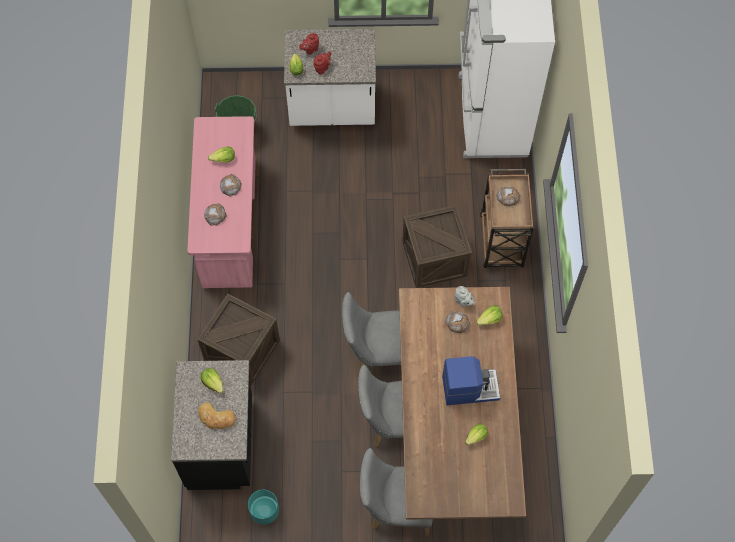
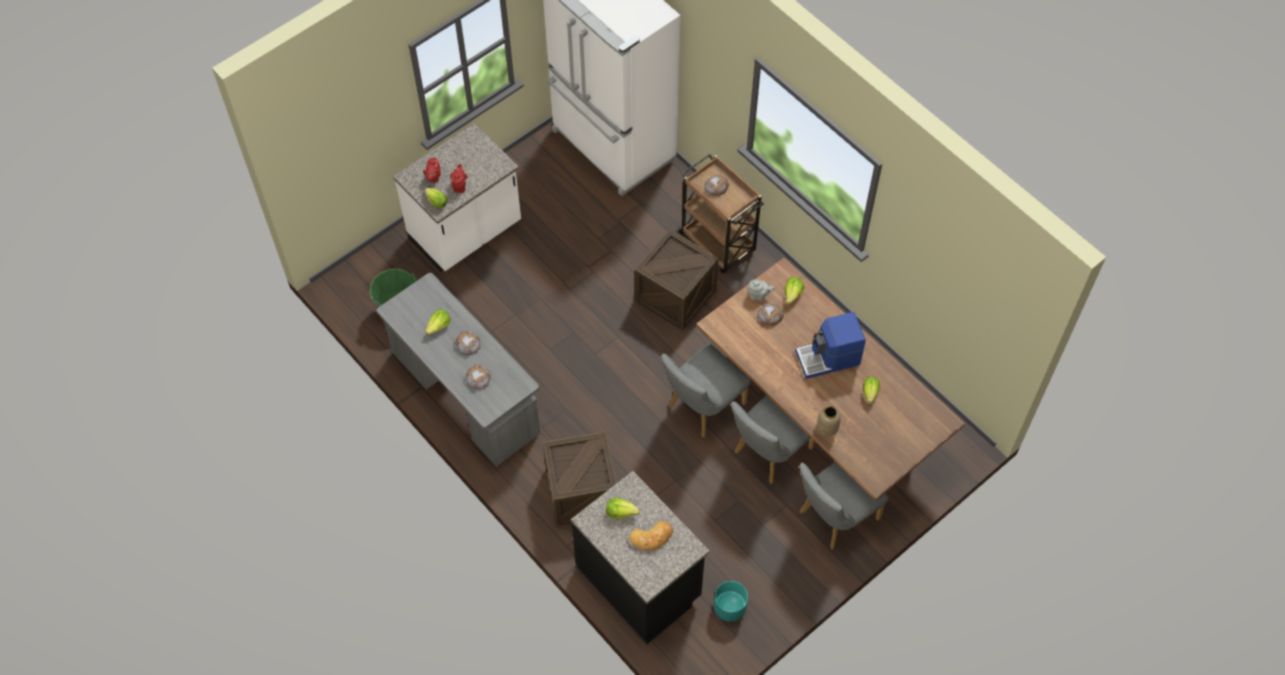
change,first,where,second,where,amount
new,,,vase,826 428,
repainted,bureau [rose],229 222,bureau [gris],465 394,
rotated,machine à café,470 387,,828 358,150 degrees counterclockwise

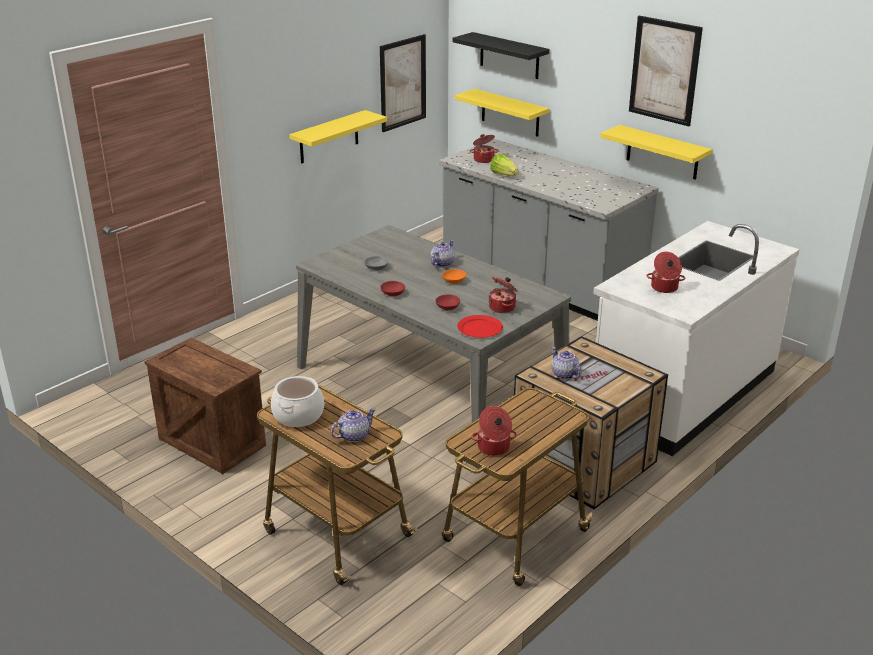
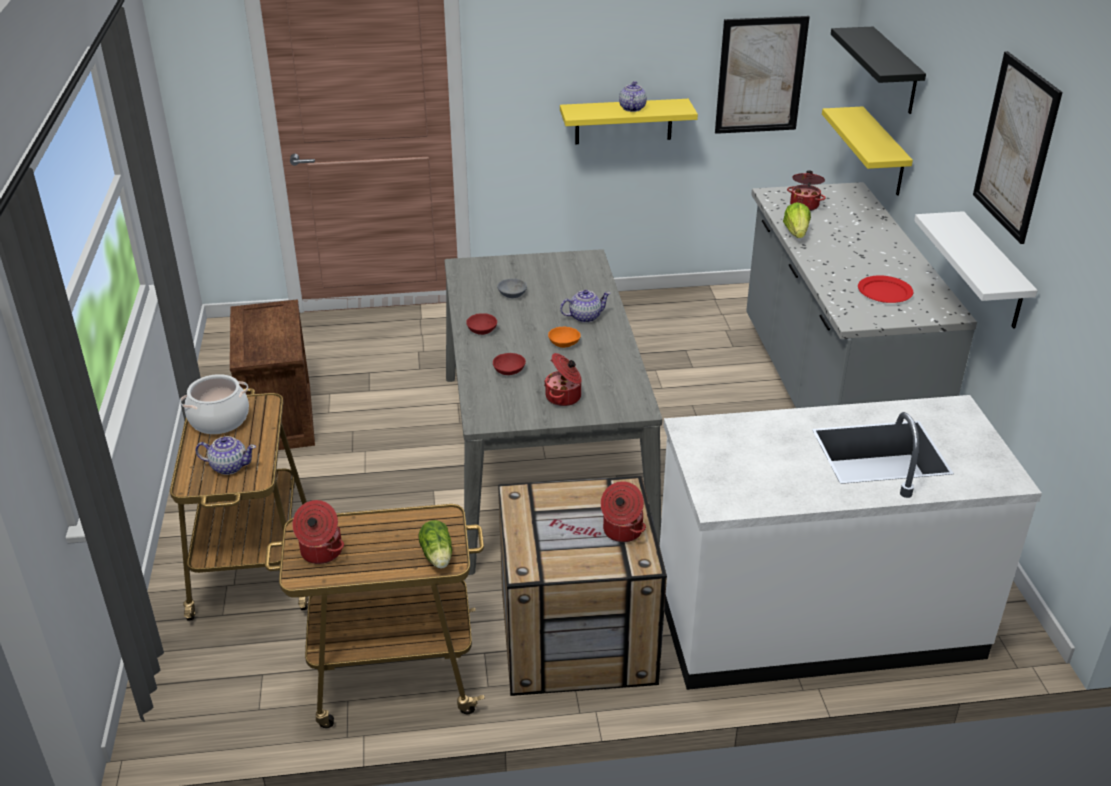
change,first,where,second,where,amount
new,,,laitue,437 557,
shifted,assiette [rouge],480 328,,885 292,
shifted,théière,564 374,,632 108,
shifted,marmite,664 288,,621 531,
repainted,étagère [jaune],662 153,étagère [blanc],993 272,

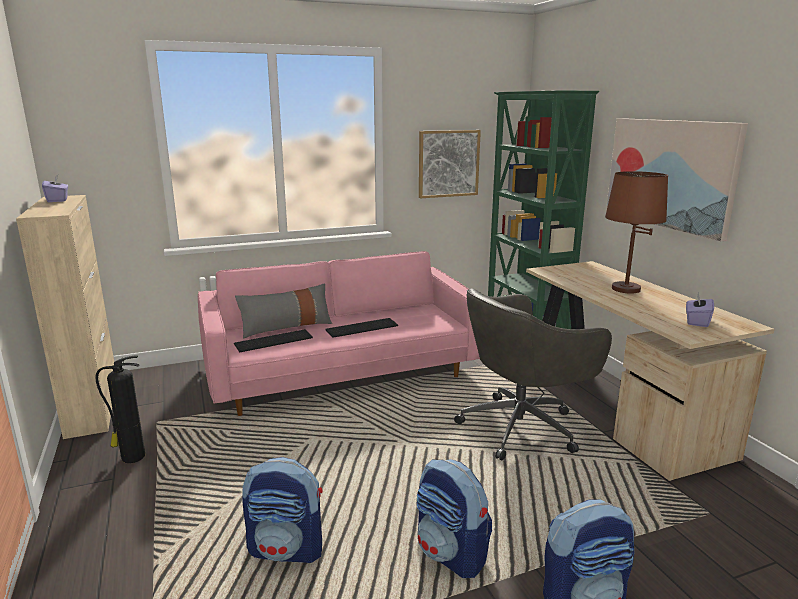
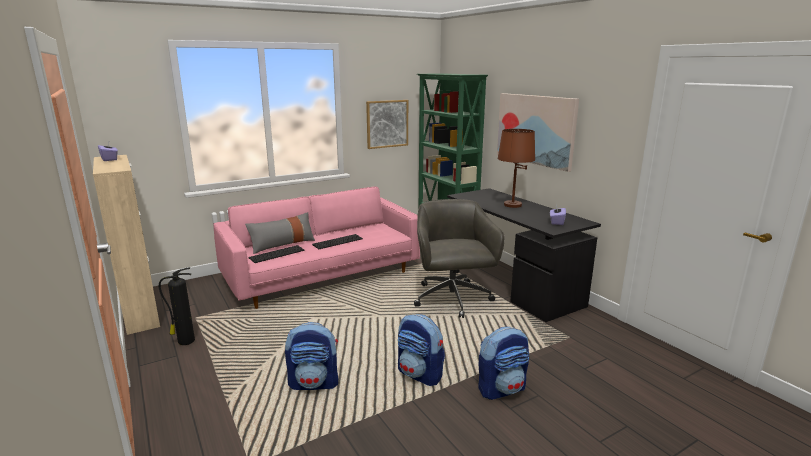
change,first,where,second,where,amount
repainted,bureau [beige],616 408,bureau [noir],511 283,
rotated,chaise de bureau [gris],522 427,,452 299,120 degrees clockwise

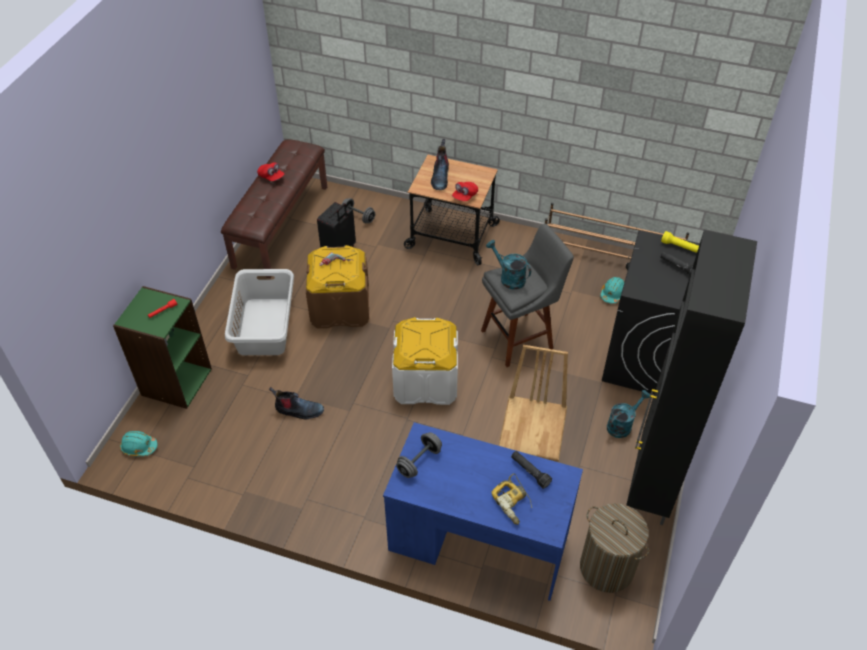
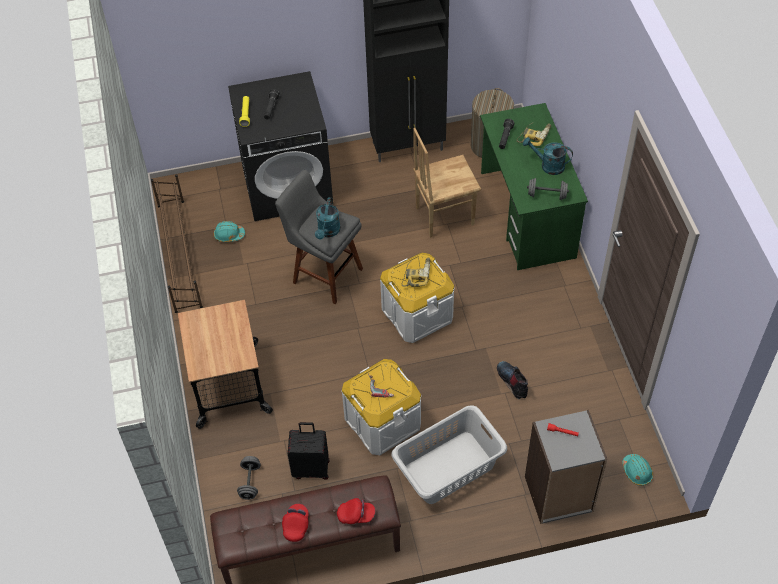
change,first,where,second,where,amount
gone,botte,440 177,,,
new,,,perceuse,416 274,
shifted,casquette [rouge],464 196,,356 515,
shifted,arrosoir [turquoise],622 424,,548 165,
repainted,bibliothèque [vert],176 381,bibliothèque [gris],558 494,
repainted,boîte de rangement [marron],340 307,boîte de rangement [blanc],382 422,
repainted,bureau [bleu],478 541,bureau [vert],527 215,

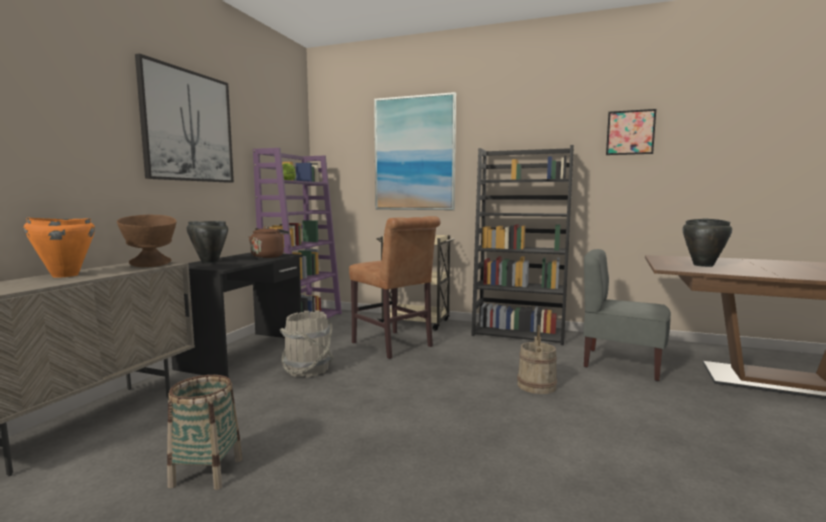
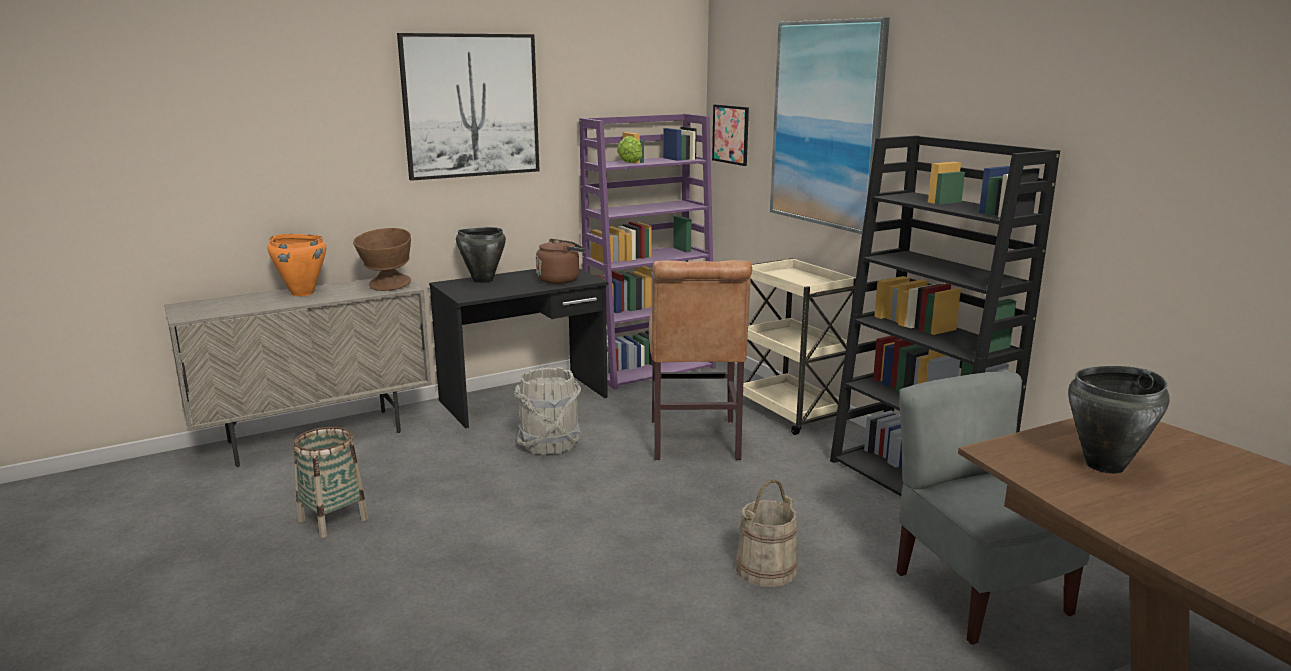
change,first,where,second,where,amount
shifted,tableau,630 132,,730 134,

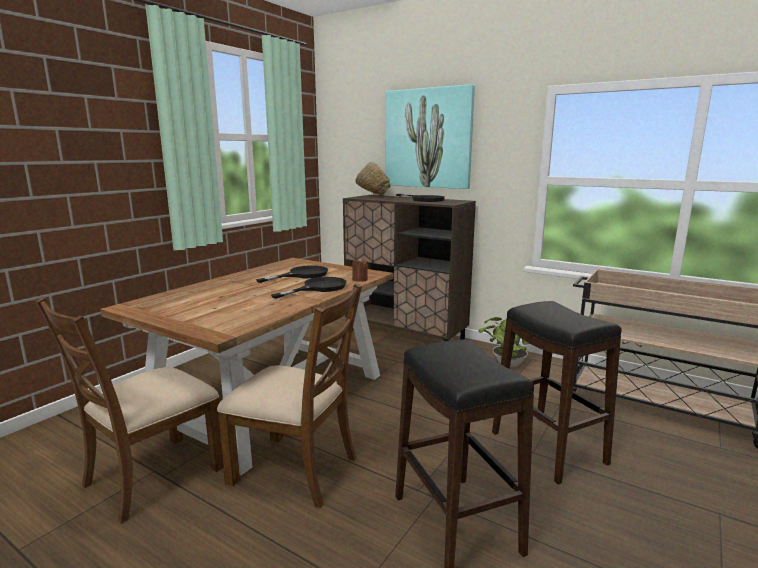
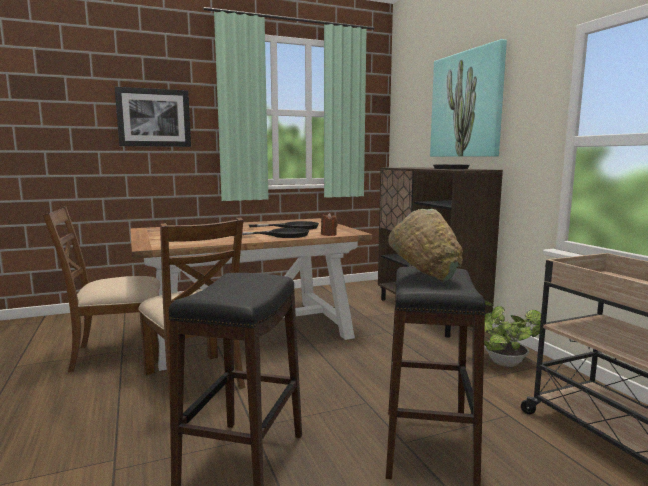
change,first,where,second,where,amount
new,,,tableau,154 118,
shifted,bol [vert],371 196,,424 278,

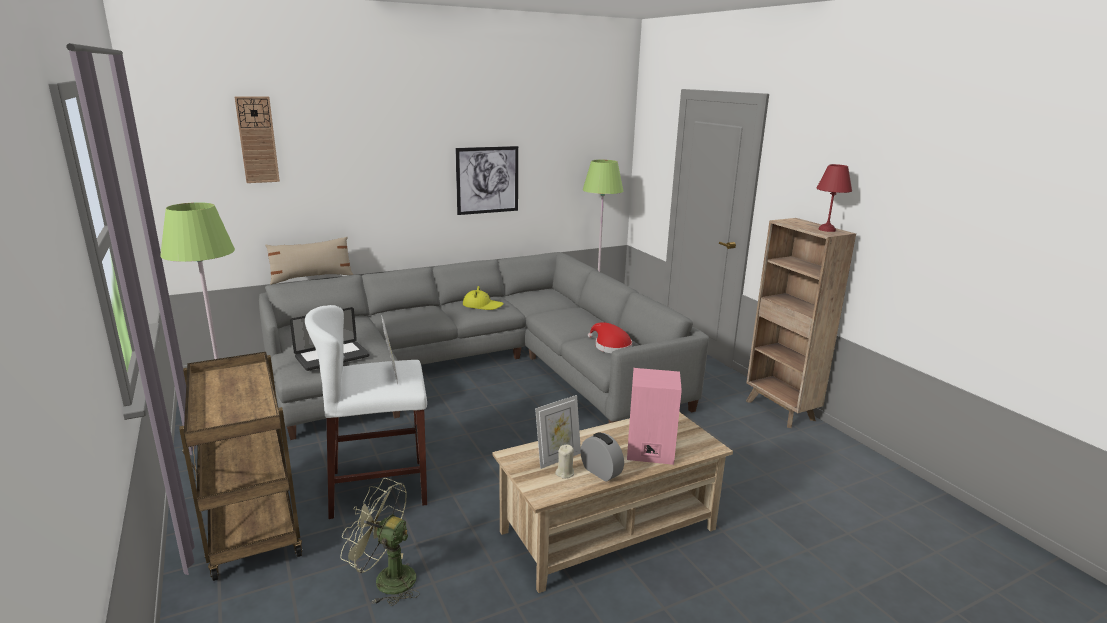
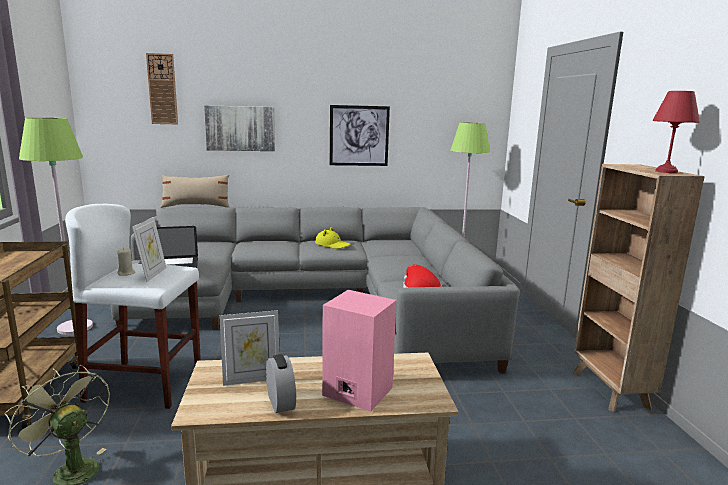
change,first,where,second,where,amount
new,,,tableau,240 128,
shifted,bougie [beige],565 473,,126 273,

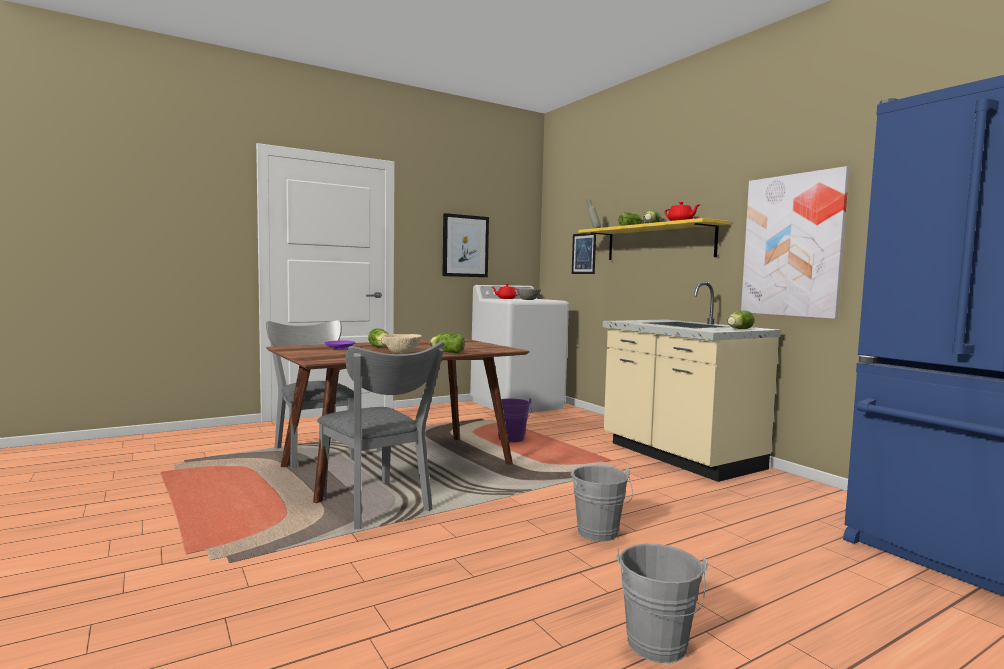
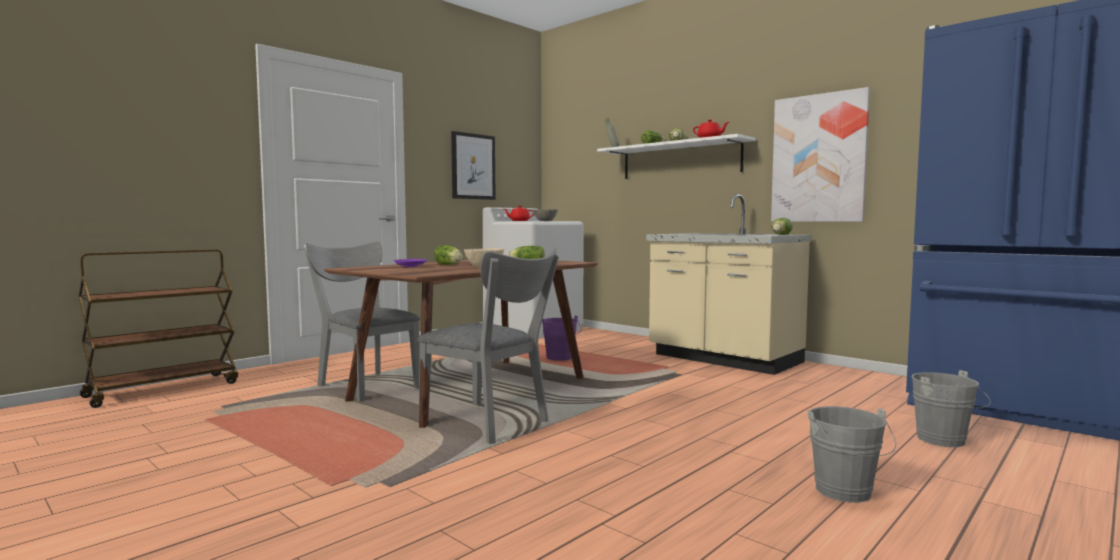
change,first,where,second,where,amount
gone,tableau,583 253,,,
new,,,chariot [marron],164 389,
shifted,seau [gris],599 534,,945 441,
repainted,étagère [jaune],658 243,étagère [blanc],680 160,

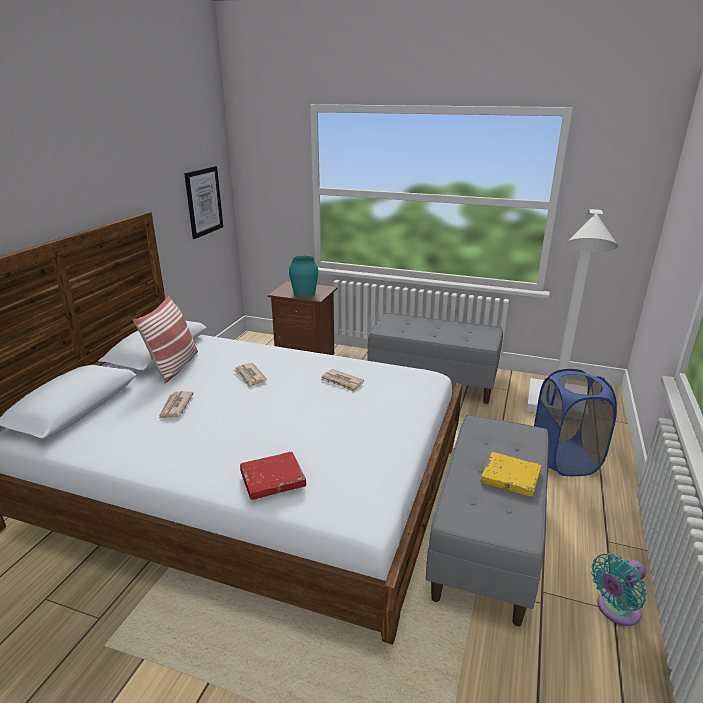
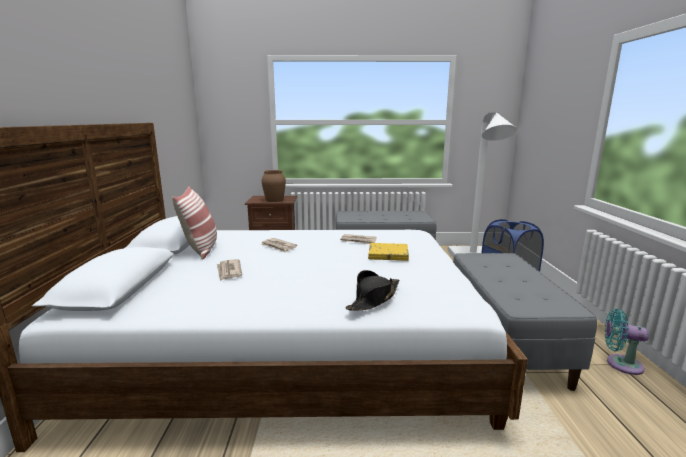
change,first,where,second,where,amount
gone,tableau,203 201,,,
shifted,livre [jaune],510 477,,388 255,
swapped,livre [rouge],272 479,chapeau [noir],373 299,
repainted,vase [turquoise],304 293,vase [marron],274 200,
rotated,ventilateur [turquoise],615 610,,620 364,75 degrees clockwise

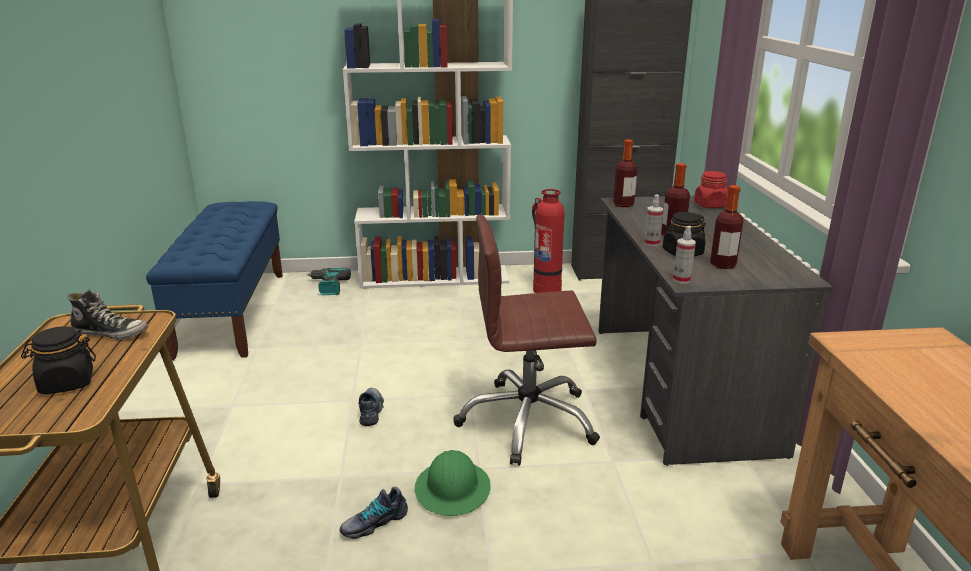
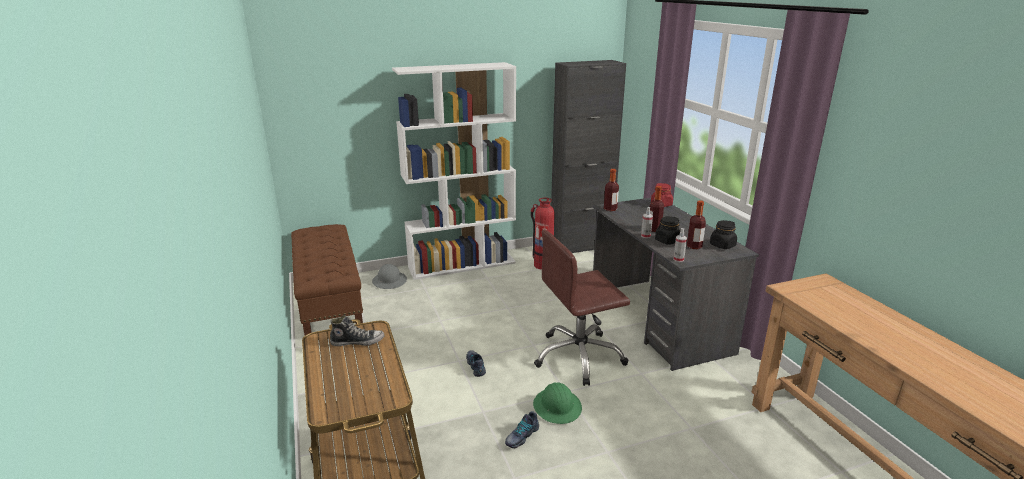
change,first,where,second,where,amount
shifted,bocal [noir],66 383,,722 245,
swapped,perceuse,328 287,casque de chantier [gris],389 281,
repainted,banc [bleu],232 312,banc [marron],330 310,

